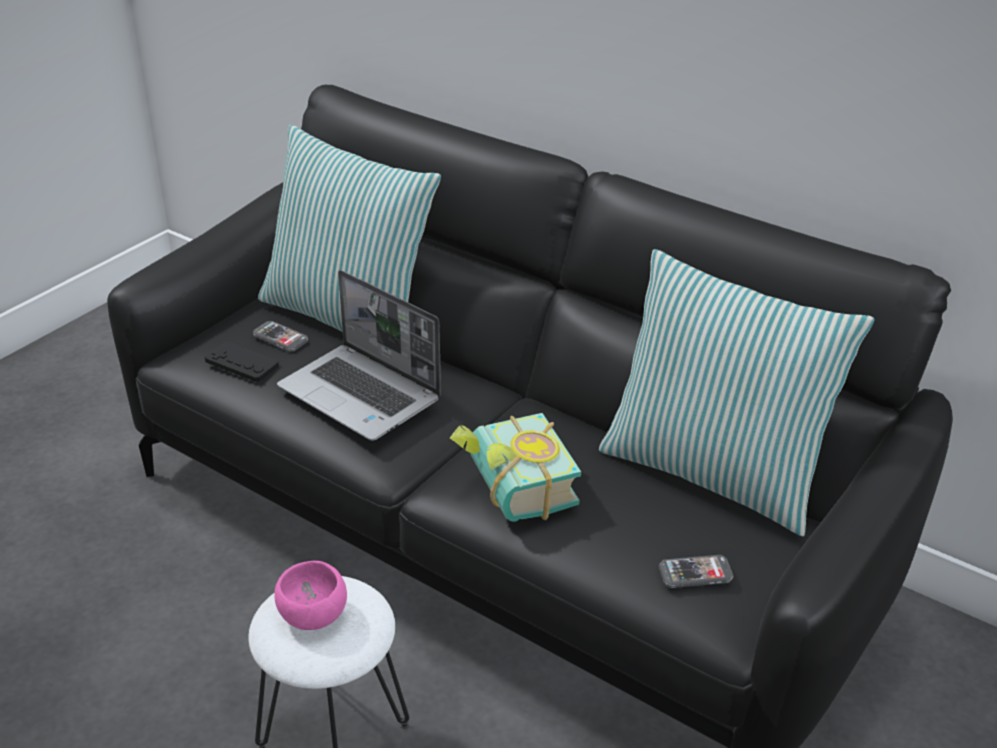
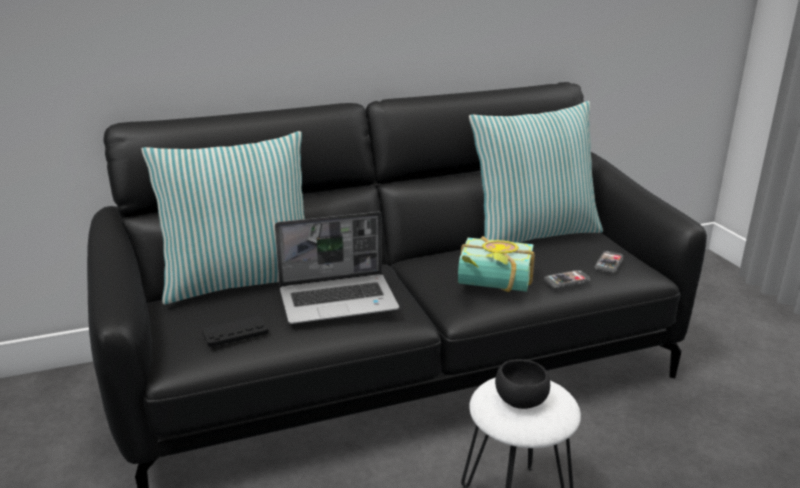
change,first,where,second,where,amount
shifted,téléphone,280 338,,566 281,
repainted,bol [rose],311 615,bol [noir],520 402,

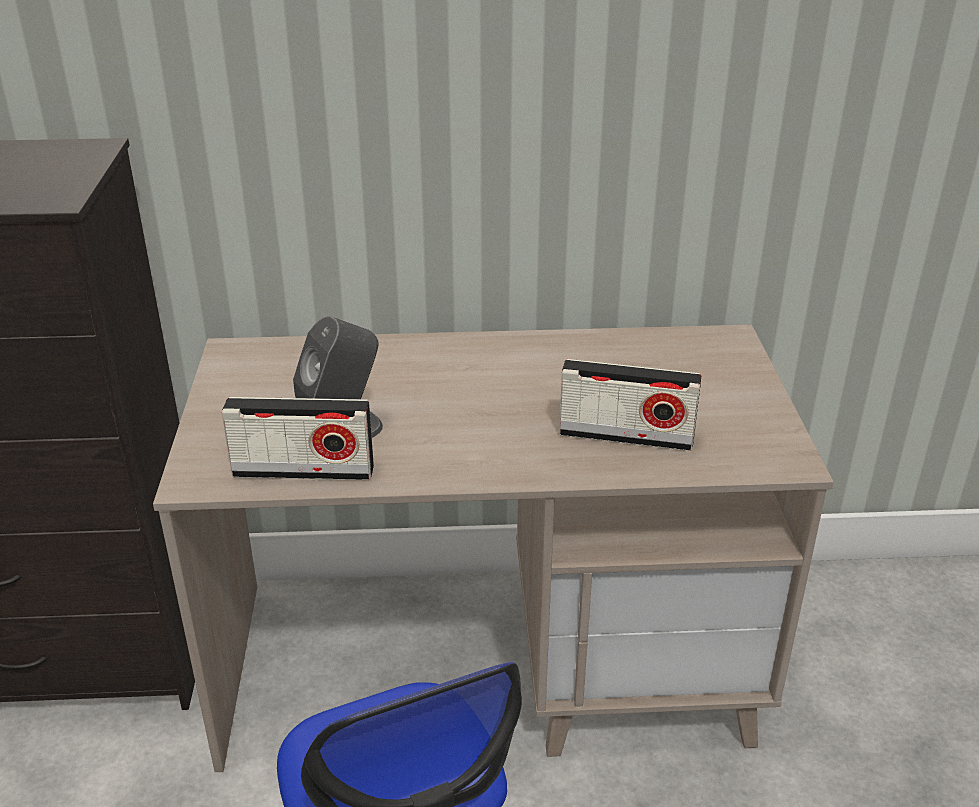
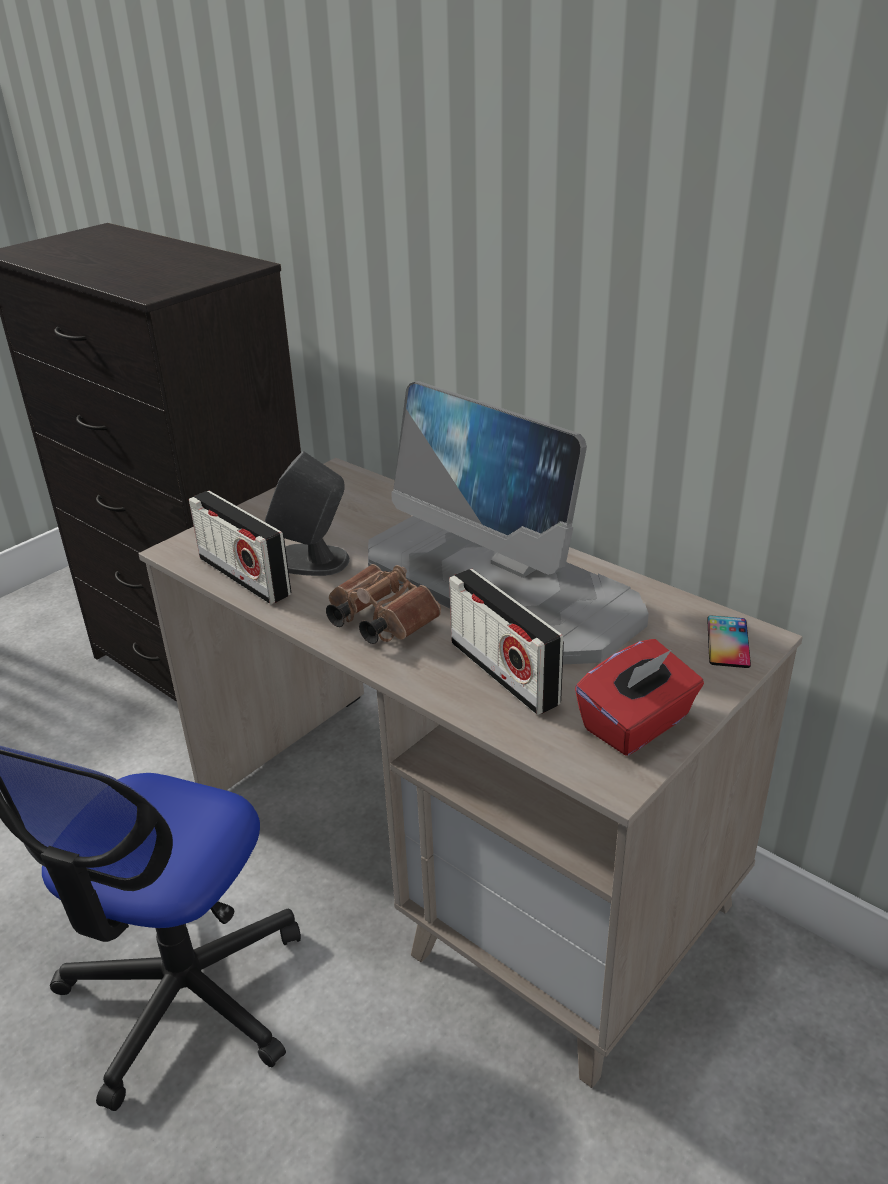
change,first,where,second,where,amount
new,,,jumelles [marron],378 621,
new,,,écran d'ordinateur,501 587,
new,,,boîte à mouchoirs [rouge],637 724,
new,,,téléphone,728 642,

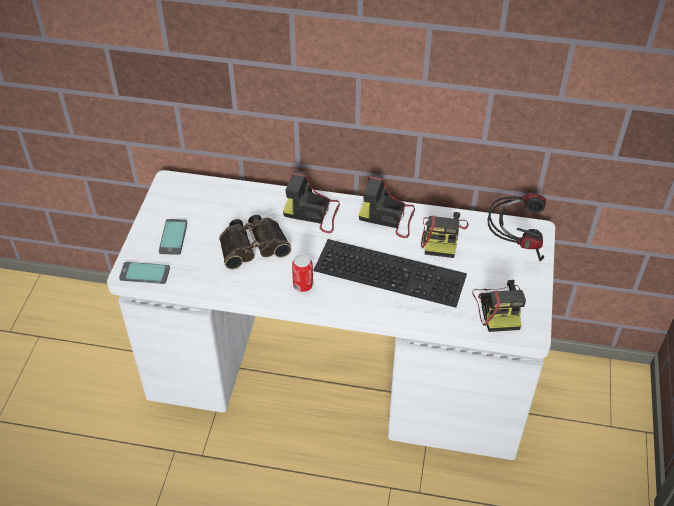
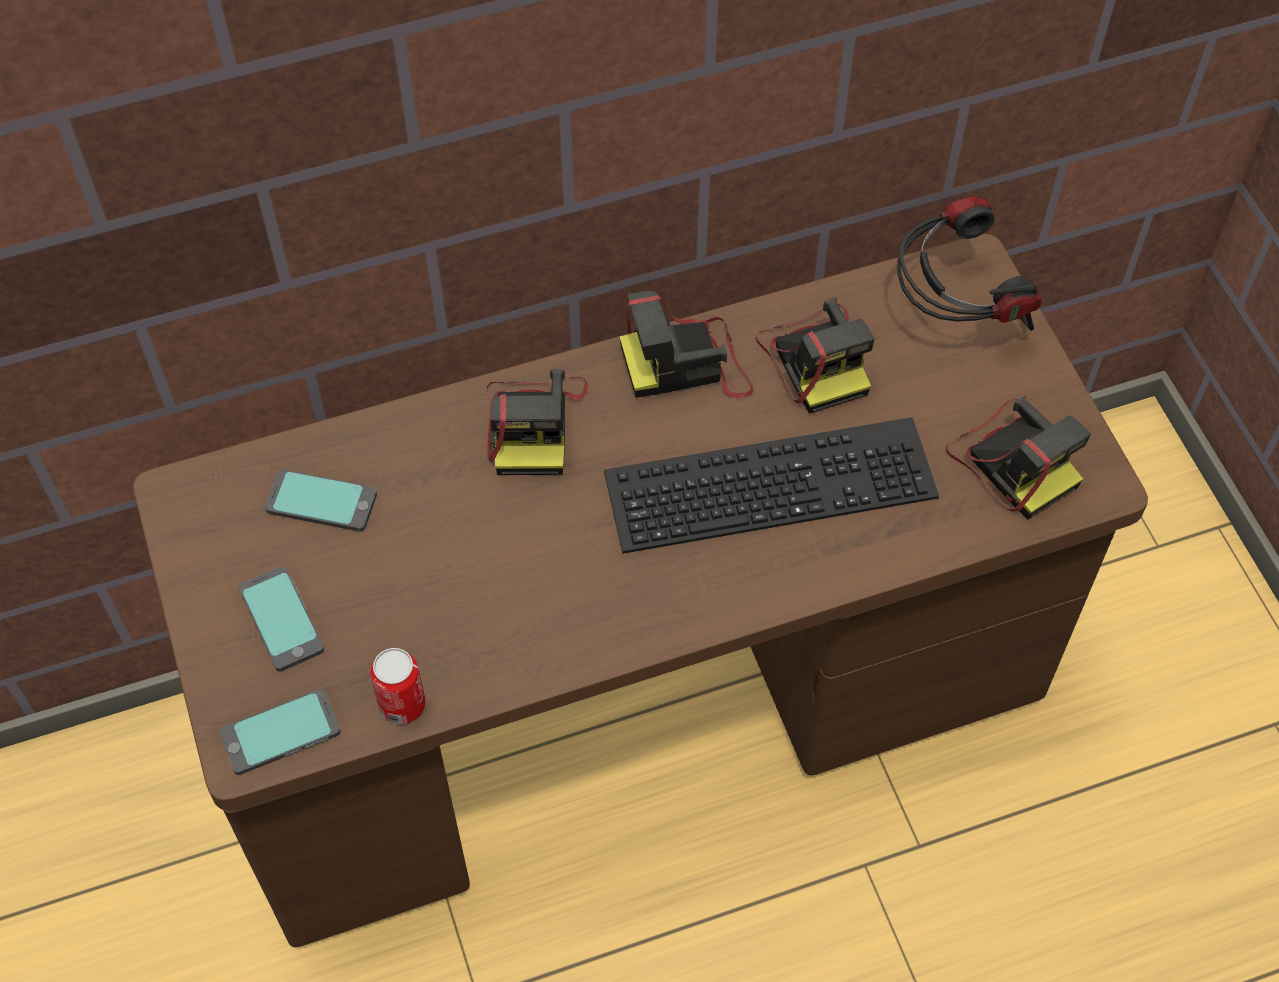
change,first,where,second,where,amount
gone,jumelles,253 245,,,
new,,,téléphone,322 501,
shifted,boîte métallique,303 285,,402 704,
repainted,bureau [blanc],337 381,bureau [marron],638 708,
rotated,appareil photo,313 213,,533 424,75 degrees counterclockwise

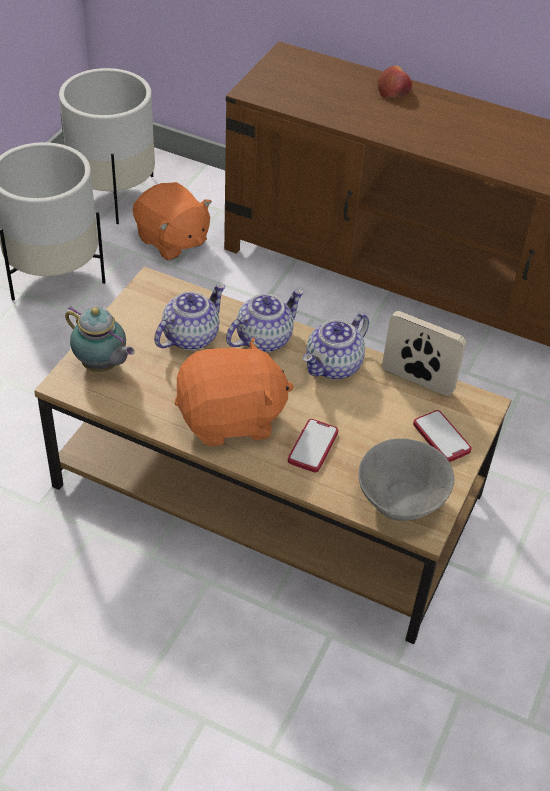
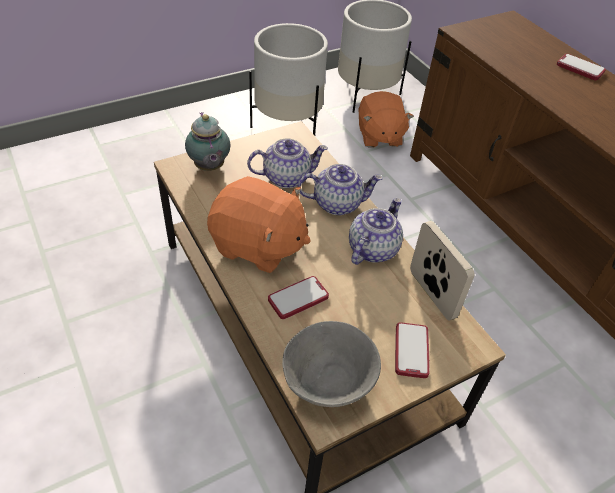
change,first,where,second,where,amount
swapped,pomme,393 90,téléphone,580 68,
rotated,théière,334 366,,372 249,135 degrees clockwise

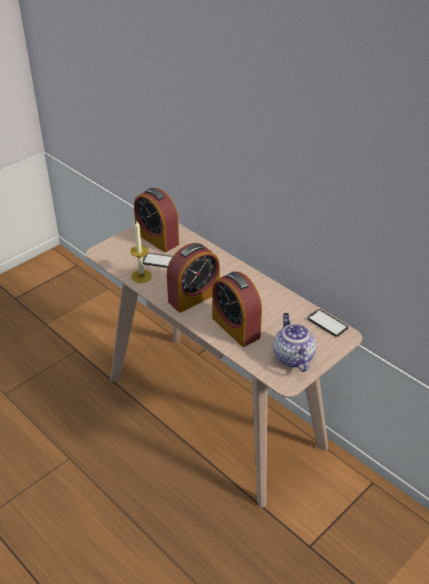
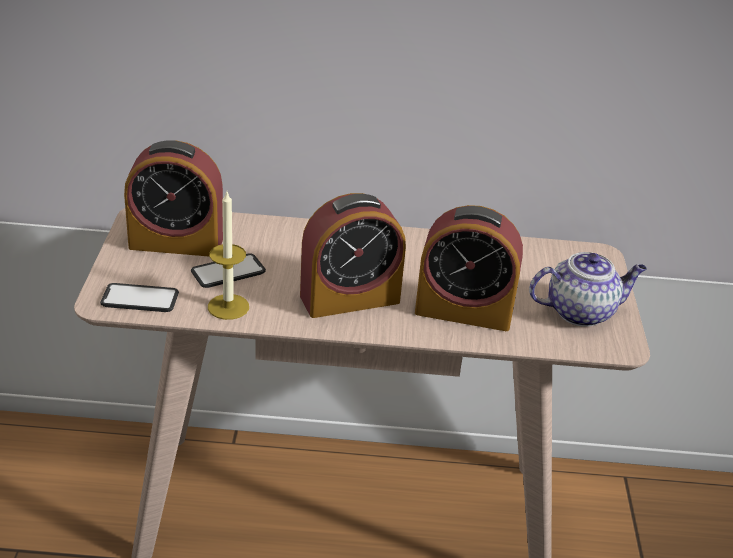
change,first,where,second,where,amount
shifted,téléphone,327 323,,140 299,
rotated,réveil,194 297,,350 299,60 degrees clockwise
rotated,théière,292 357,,581 311,135 degrees clockwise

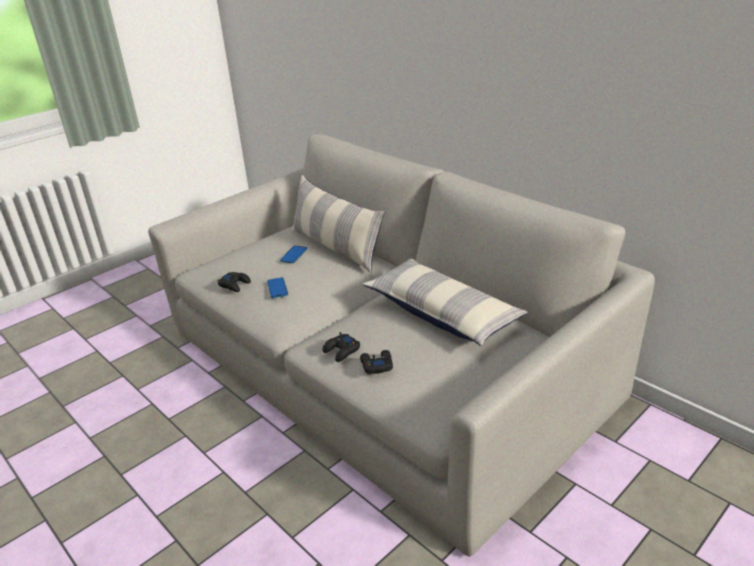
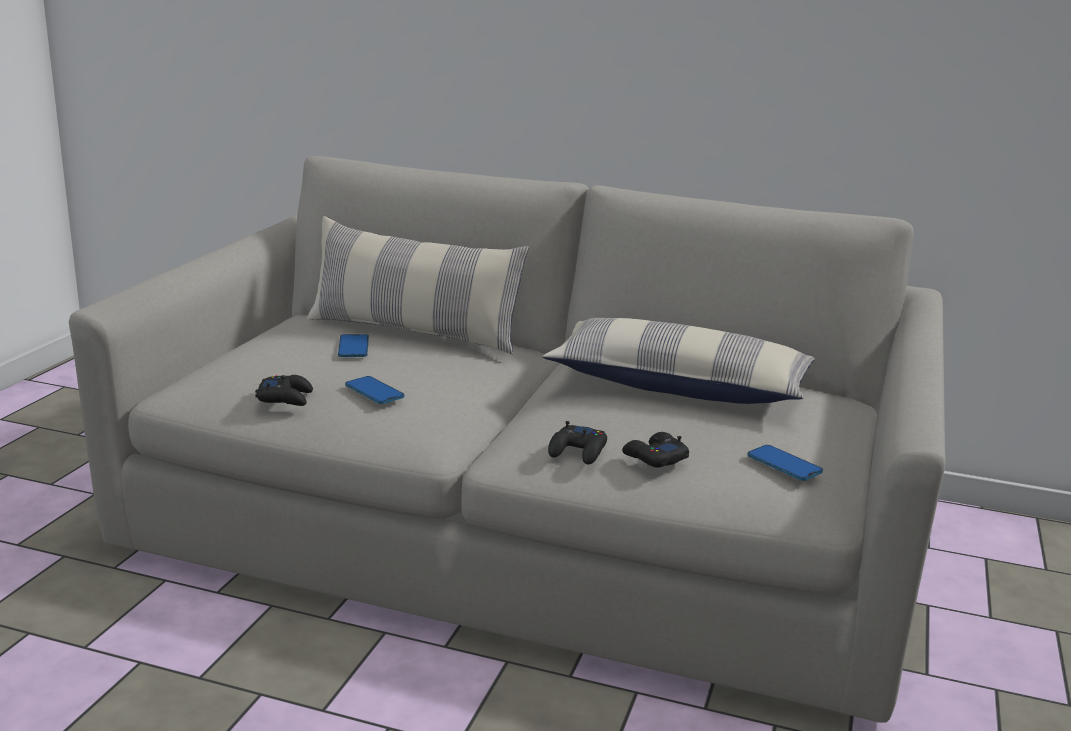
change,first,where,second,where,amount
new,,,téléphone,784 464,

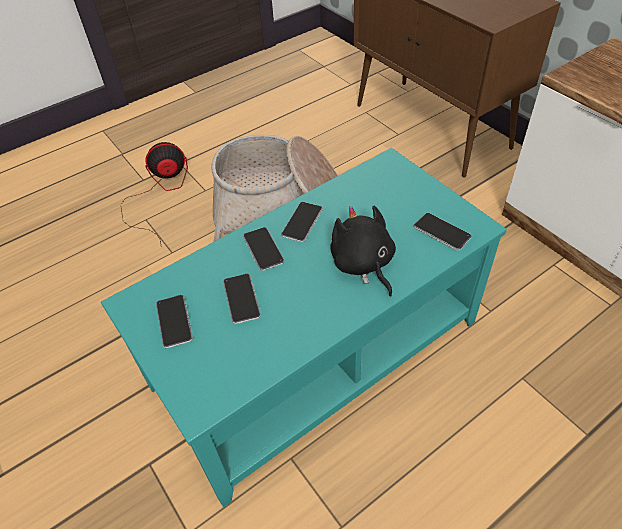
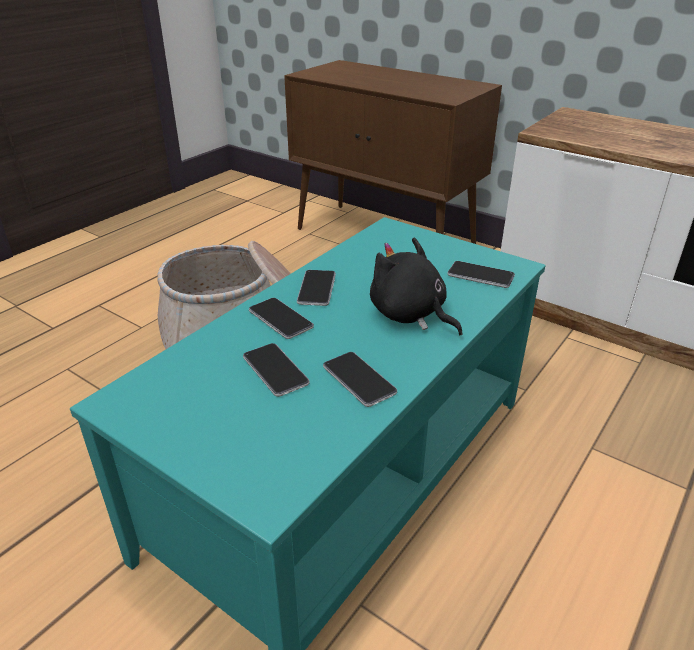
change,first,where,second,where,amount
gone,ventilateur,160 193,,,
shifted,téléphone,174 321,,359 380,

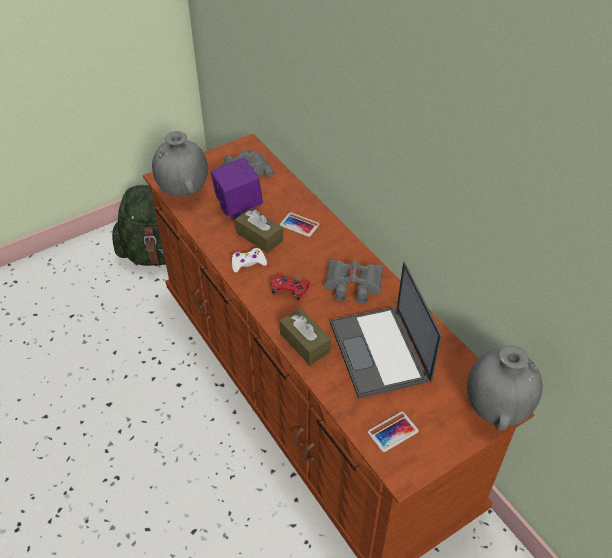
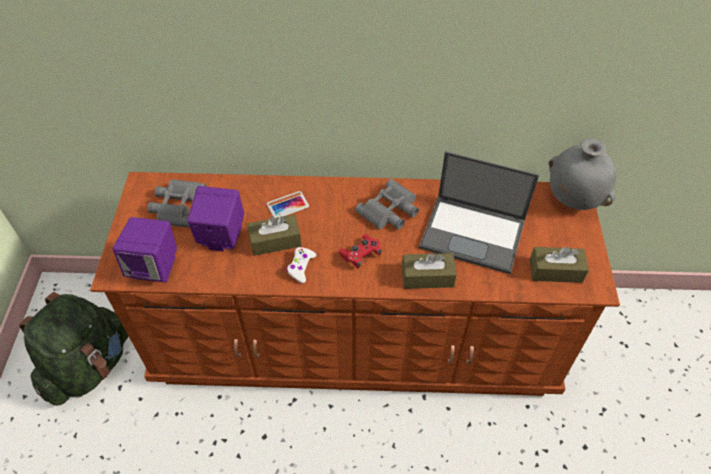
change,first,where,second,where,amount
swapped,vase [gris],184 191,enceinte [violet],154 267,
swapped,téléphone,393 431,boîte à mouchoirs [marron],555 271,

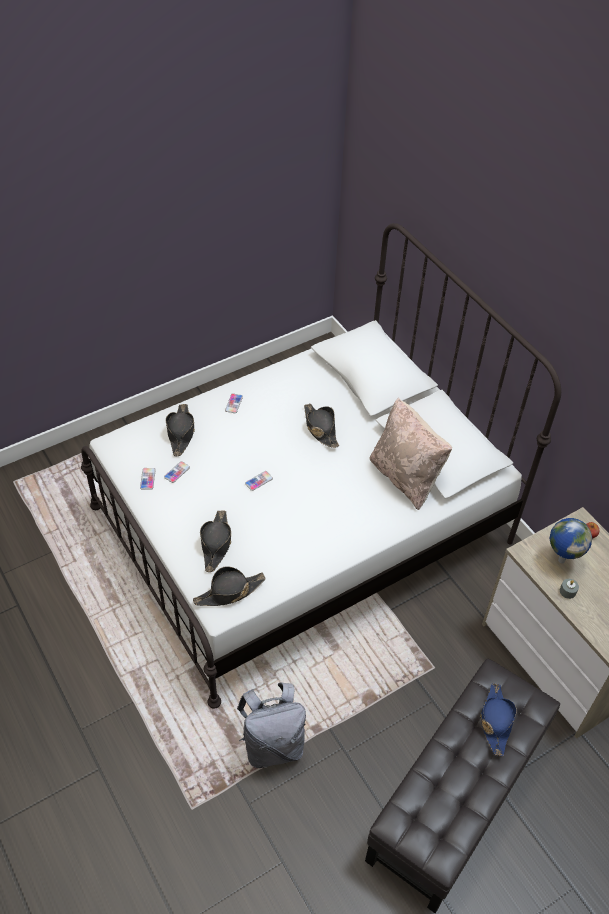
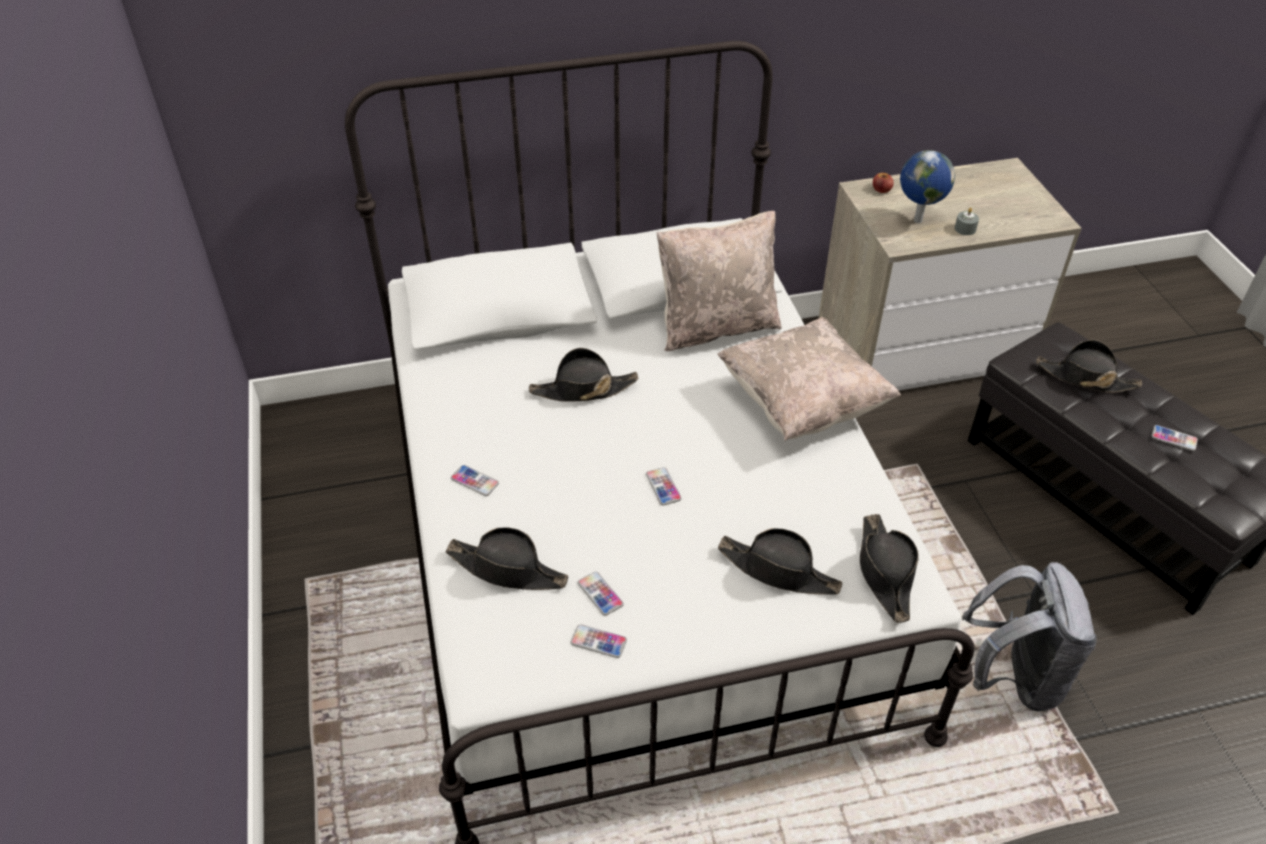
change,first,where,second,where,amount
new,,,coussin [beige],802 403,
new,,,téléphone,1174 438,
repainted,chapeau [bleu],495 721,chapeau [noir],1085 378,

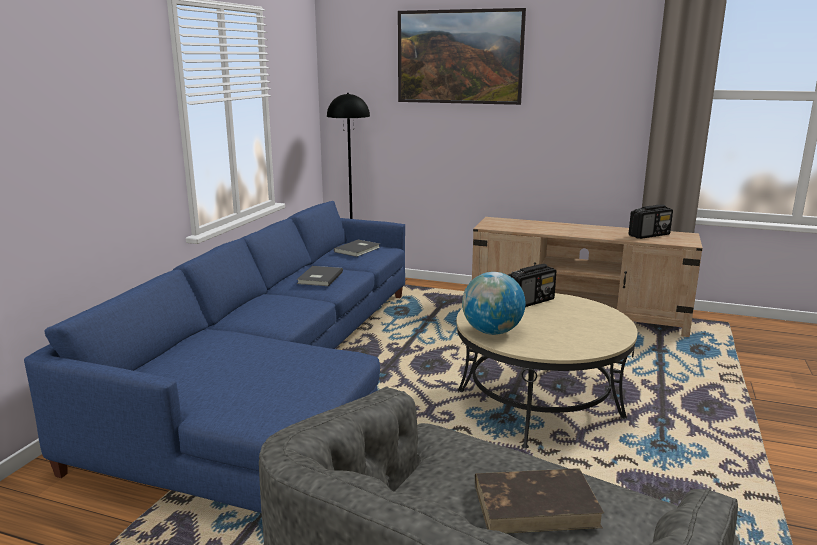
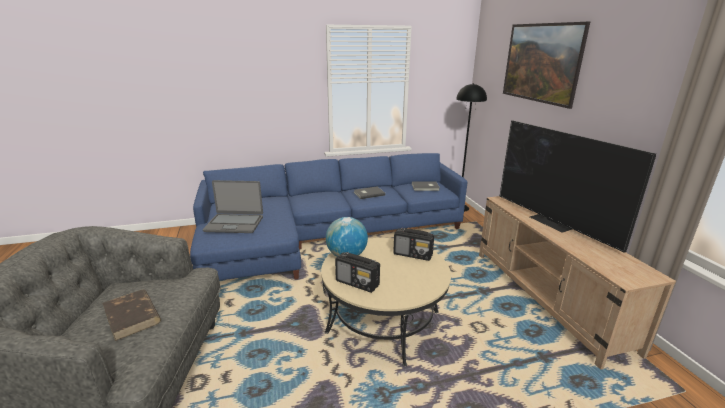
change,first,where,second,where,amount
new,,,ordinateur portable,234 224,
new,,,téléviseur,553 222,
shifted,radio,649 235,,357 283,

